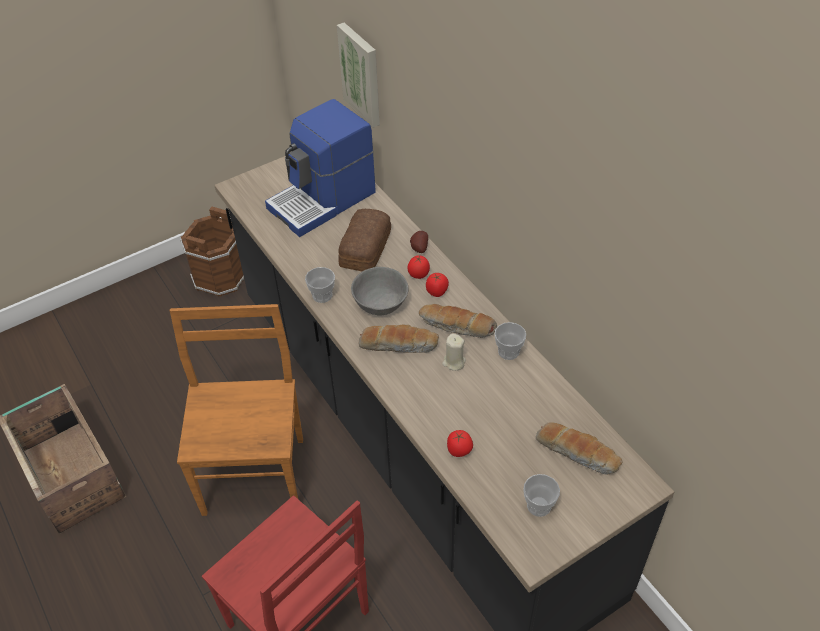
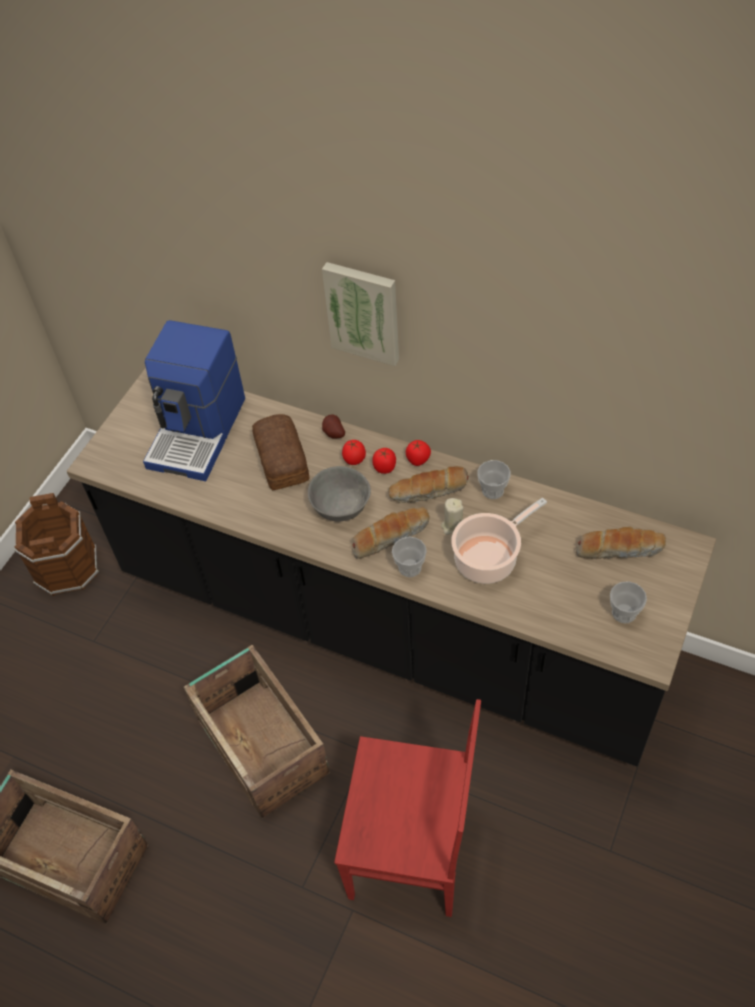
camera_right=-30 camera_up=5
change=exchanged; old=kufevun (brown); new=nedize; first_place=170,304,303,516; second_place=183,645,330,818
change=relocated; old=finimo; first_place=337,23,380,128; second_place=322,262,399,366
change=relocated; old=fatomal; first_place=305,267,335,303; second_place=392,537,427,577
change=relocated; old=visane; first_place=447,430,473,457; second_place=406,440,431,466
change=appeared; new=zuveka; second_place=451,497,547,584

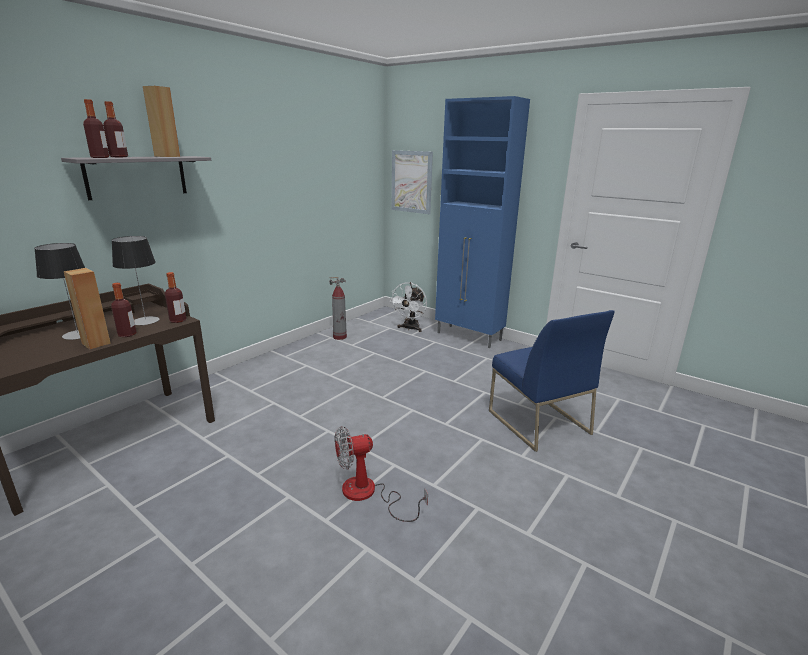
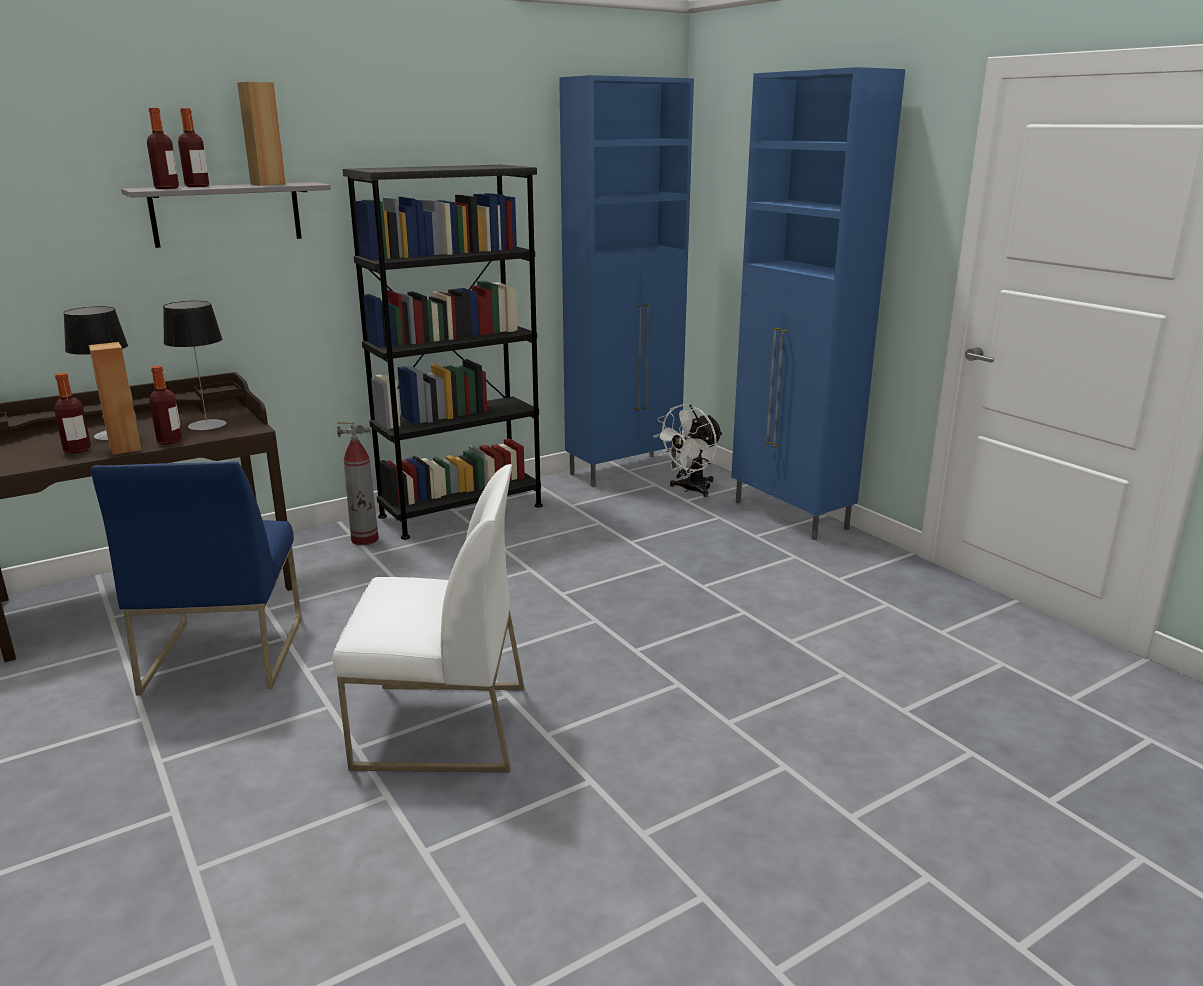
camera_right=20 camera_up=0
change=relocated; old=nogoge; first_place=165,272,186,323; second_place=54,373,91,453
change=relocated; old=kufevun (blue); first_place=489,310,615,452; second_place=90,461,302,696
change=exchanged; old=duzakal; new=kufevun (white); first_place=335,426,428,522; second_place=333,464,524,772
change=relocated; old=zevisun; first_place=330,277,347,340; second_place=337,421,379,545
change=appeared; new=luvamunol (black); second_place=343,165,543,540
change=appeared; new=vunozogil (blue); second_place=559,75,694,487
change=missing; old=finimo; first_place=392,150,433,214

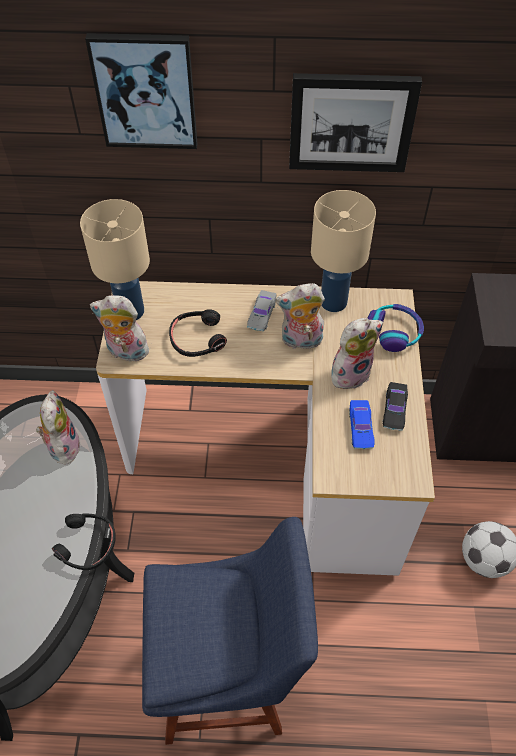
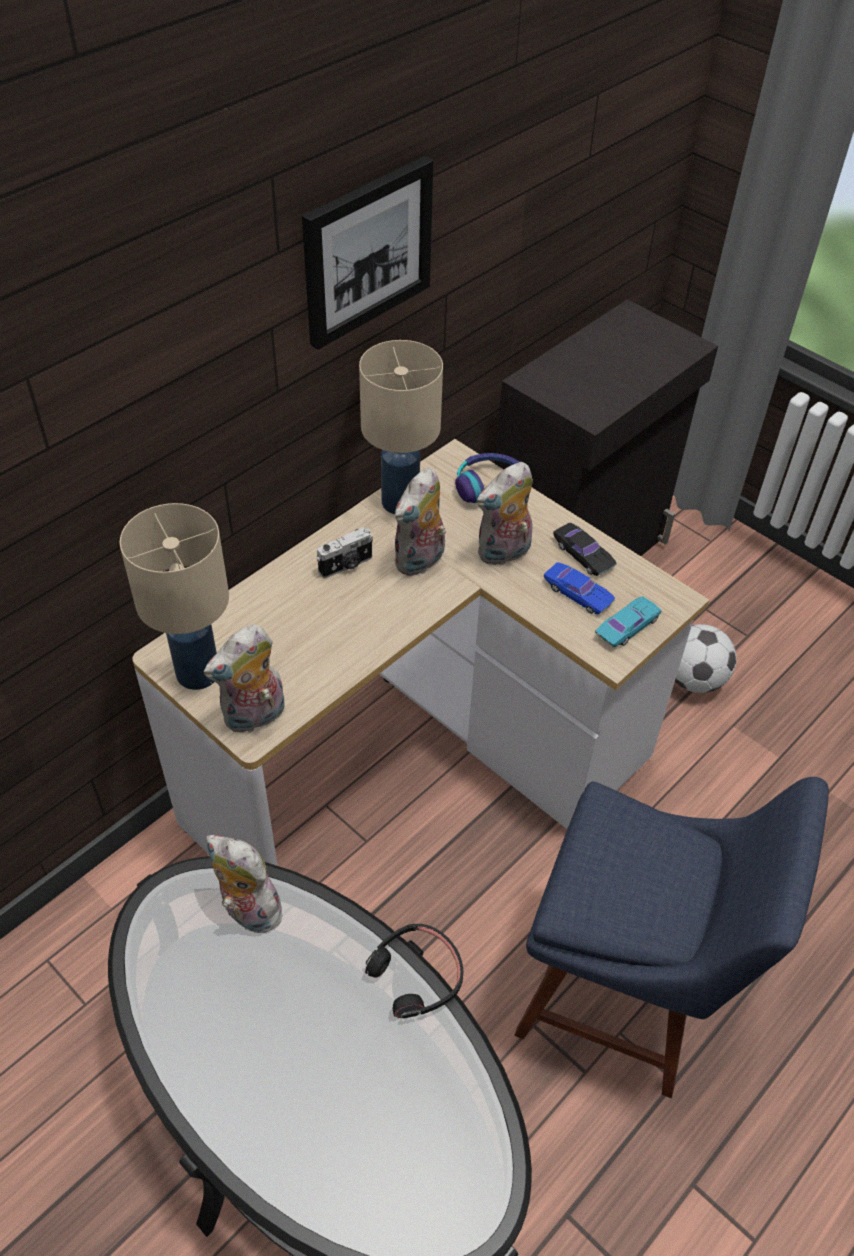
camera_right=-50 camera_up=-5
change=exchanged; old=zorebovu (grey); new=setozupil; first_place=247,290,277,331; second_place=317,527,373,578
change=spun; old=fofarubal; first_place=331,318,383,392; second_place=477,462,533,567; degrees=-135
change=spun; old=kufevun (blue); first_place=142,517,318,745; second_place=514,777,829,1098; degrees=75
change=appeared; new=zorebovu (turquoise); second_place=595,596,662,647
change=missing; old=finimo; first_place=85,33,197,149
change=missing; old=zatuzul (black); first_place=169,309,227,357

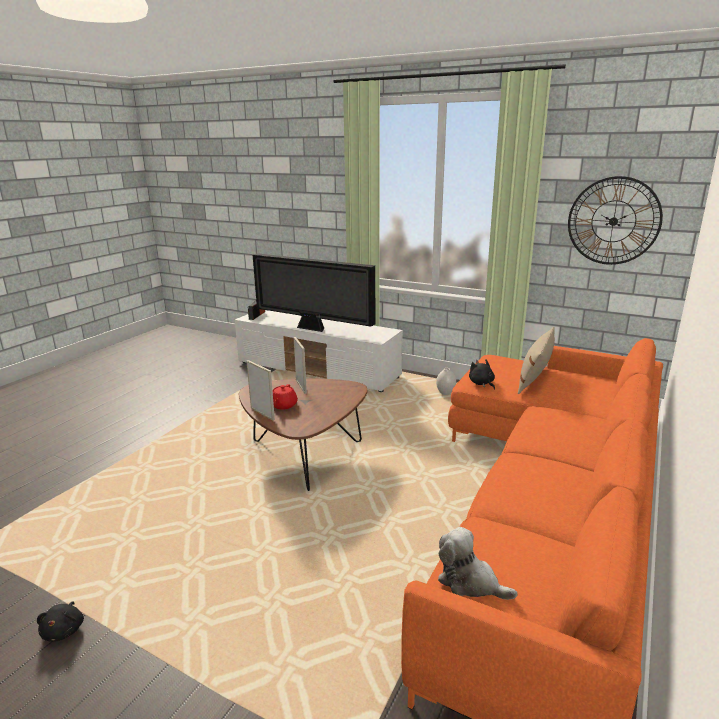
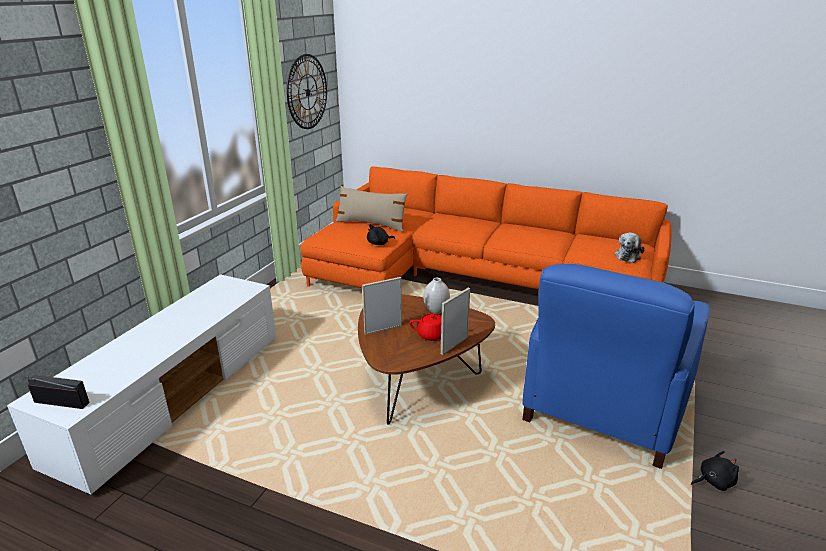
camera_right=-95 camera_up=5
change=relocated; old=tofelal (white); first_place=436,368,456,395; second_place=423,278,450,314
change=appeared; new=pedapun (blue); second_place=522,264,710,469
change=missing; old=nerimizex; first_place=253,253,375,332

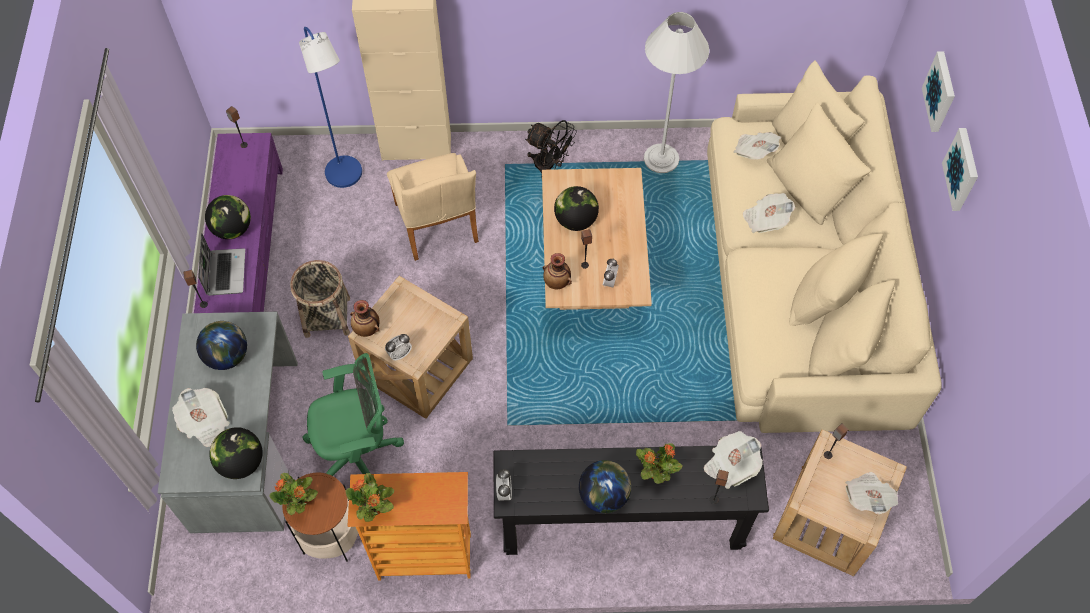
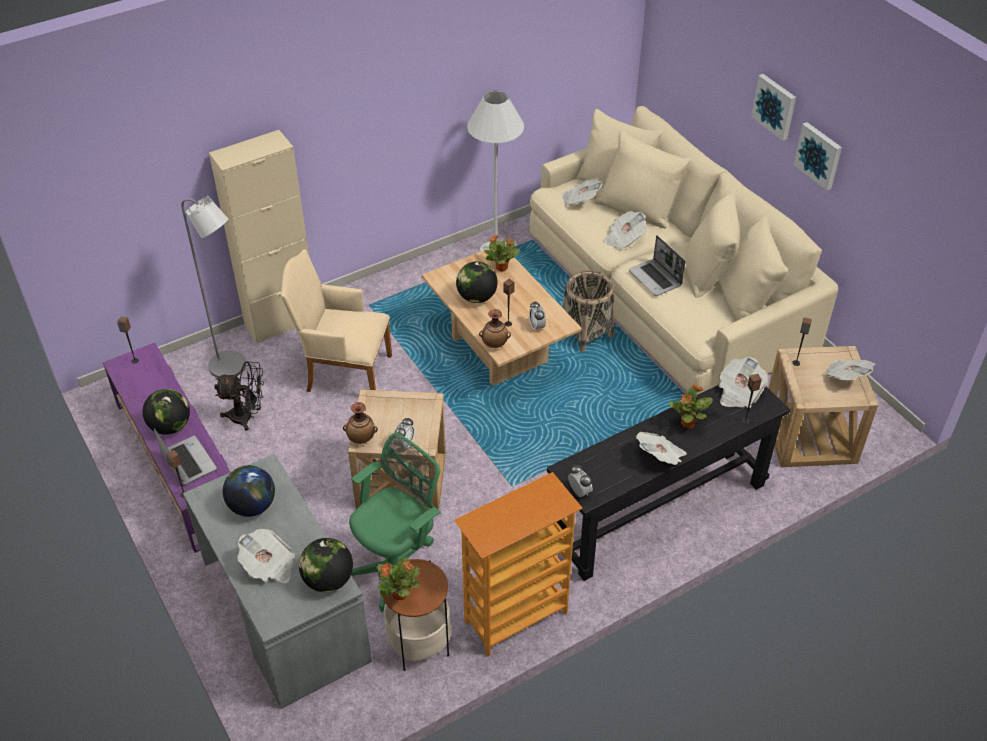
camera_right=-30 camera_up=-15
change=colour; old=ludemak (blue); new=ludemak (grey); first_place=299,27,362,188; second_place=181,196,246,378
change=relocated; old=duzakal (black); first_place=525,120,577,173; second_place=214,362,264,431
change=spun; old=pedapun (beige); first_place=387,153,479,261; second_place=281,249,392,392; degrees=150
change=relocated; old=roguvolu; first_place=346,473,394,522; second_place=484,235,520,271
change=relocated; old=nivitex; first_place=290,260,350,338; second_place=562,270,614,352
change=appeared; new=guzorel; second_place=628,236,685,296
change=exchanged; old=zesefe; new=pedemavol; first_place=579,460,631,513; second_place=636,432,687,465
change=relocated; old=finimo; first_place=922,51,955,132; second_place=793,122,842,191

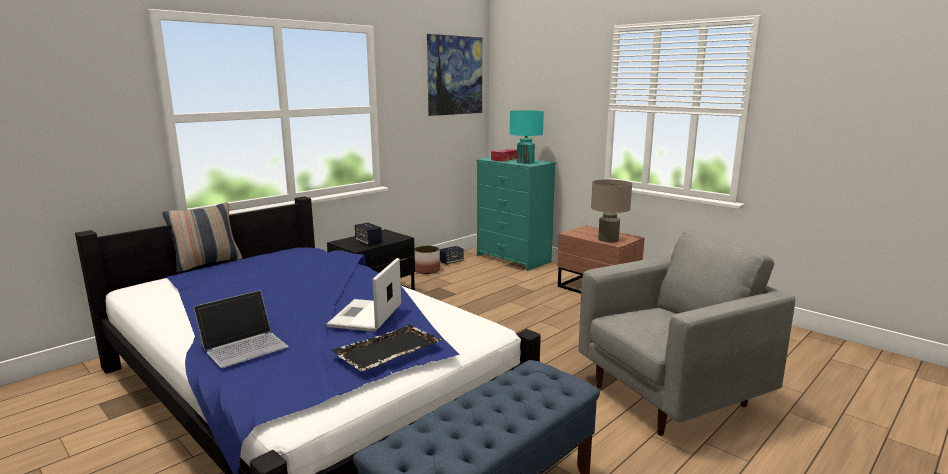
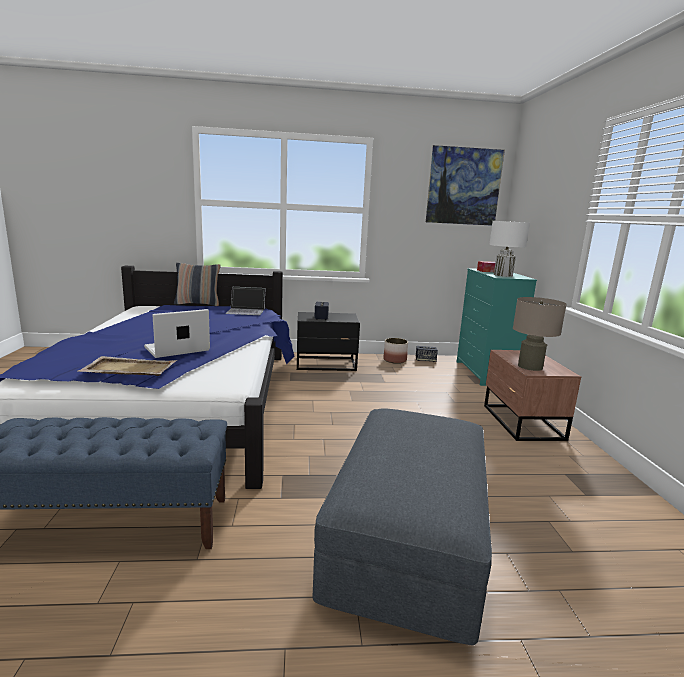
camera_right=40 camera_up=0
change=colour; old=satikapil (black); new=satikapil (beige); first_place=330,324,442,372; second_place=78,356,177,376
change=relocated; old=guzorel; first_place=193,290,288,368; second_place=226,287,266,315
change=exchanged; old=pedapun (grey); new=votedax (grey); first_place=578,230,795,436; second_place=313,408,492,645
change=colour; old=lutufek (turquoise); new=lutufek (white); first_place=510,110,544,164; second_place=489,221,530,277

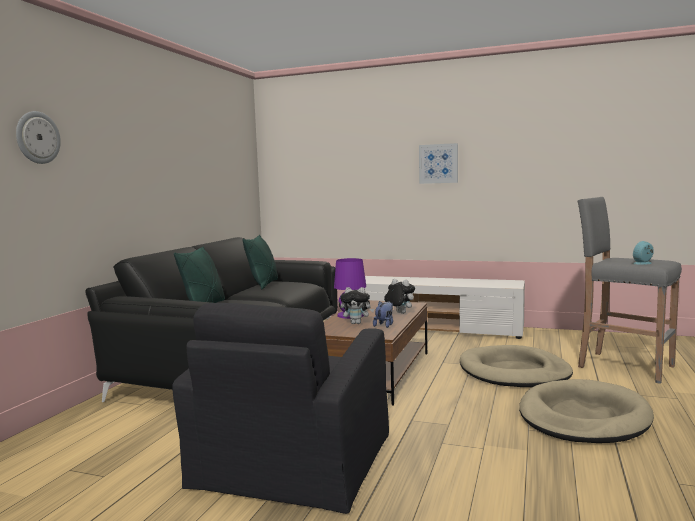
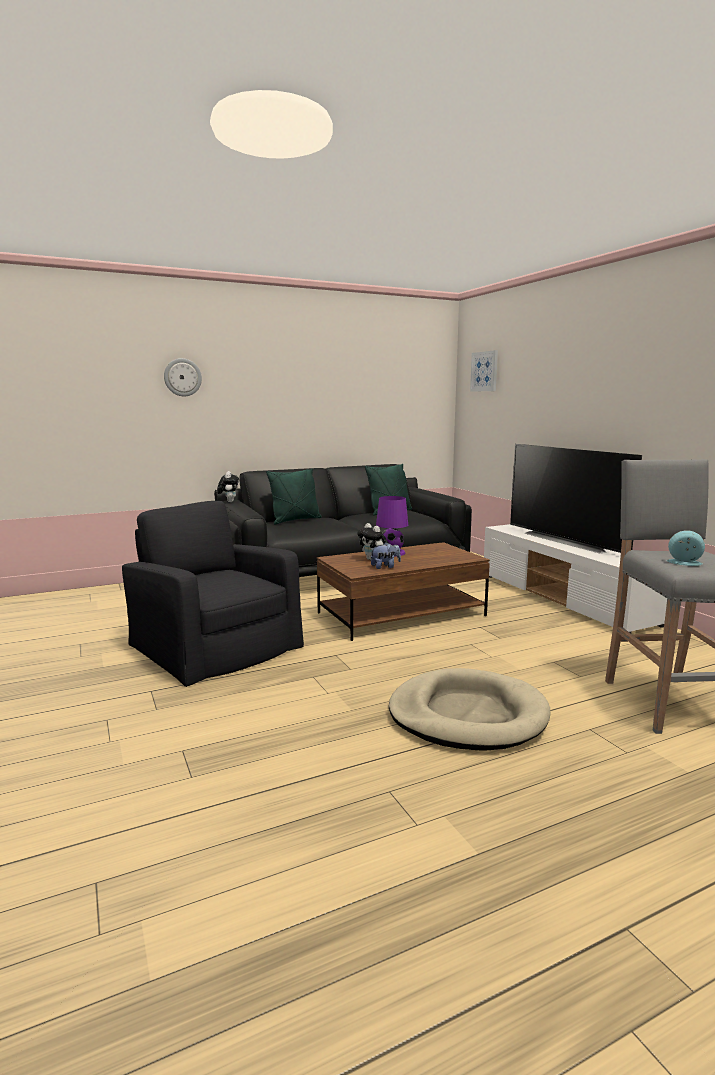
camera_right=45 camera_up=5
change=spun; old=pedapun (black); first_place=172,303,389,514; second_place=122,501,304,687; degrees=75
change=relocated; old=fofarubal; first_place=384,279,415,314; second_place=217,471,239,502
change=relocated; old=finimo; first_place=419,143,458,184; second_place=470,350,498,392
change=appeared; new=nerimizex; second_place=510,444,642,554
change=missing; old=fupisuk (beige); first_place=460,345,573,387

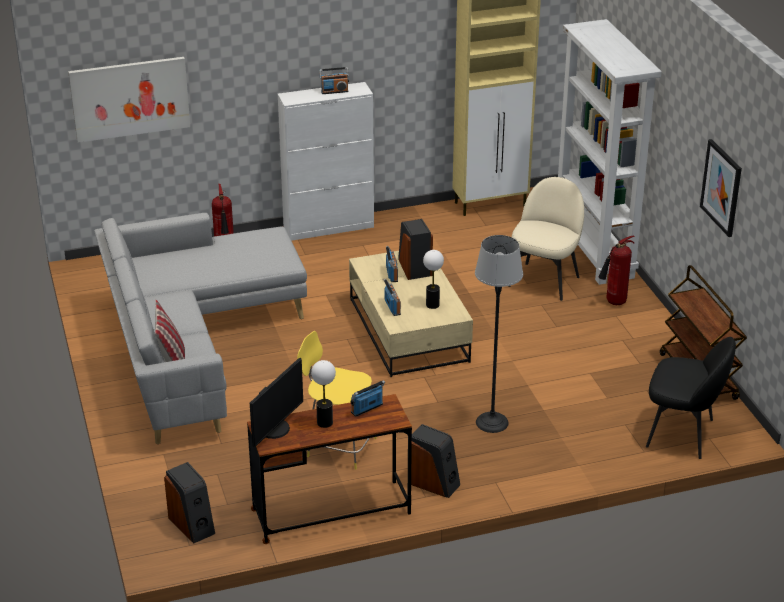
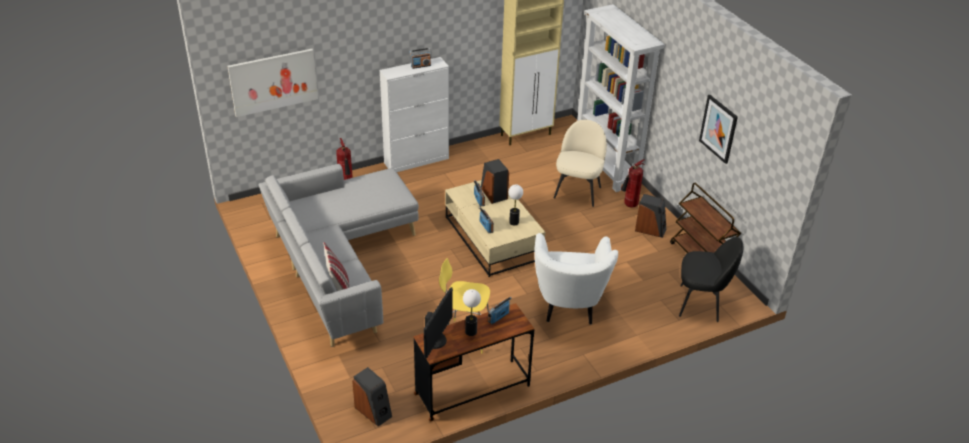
camera_right=-10 camera_up=5
change=exchanged; old=ludemak; new=pedapun (white); first_place=475,235,523,433; second_place=534,233,618,324
change=relocated; old=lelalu; first_place=411,424,460,498; second_place=635,194,666,238

